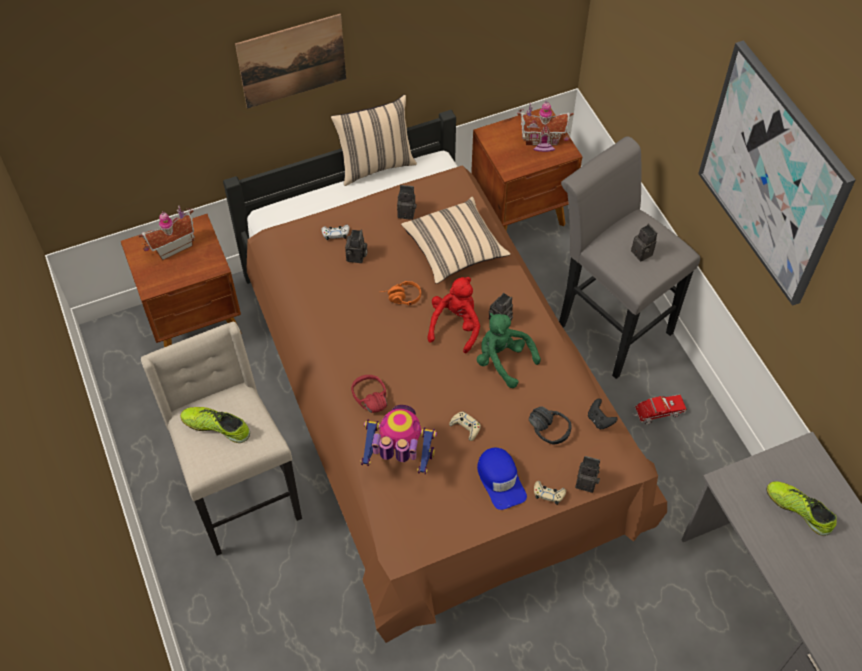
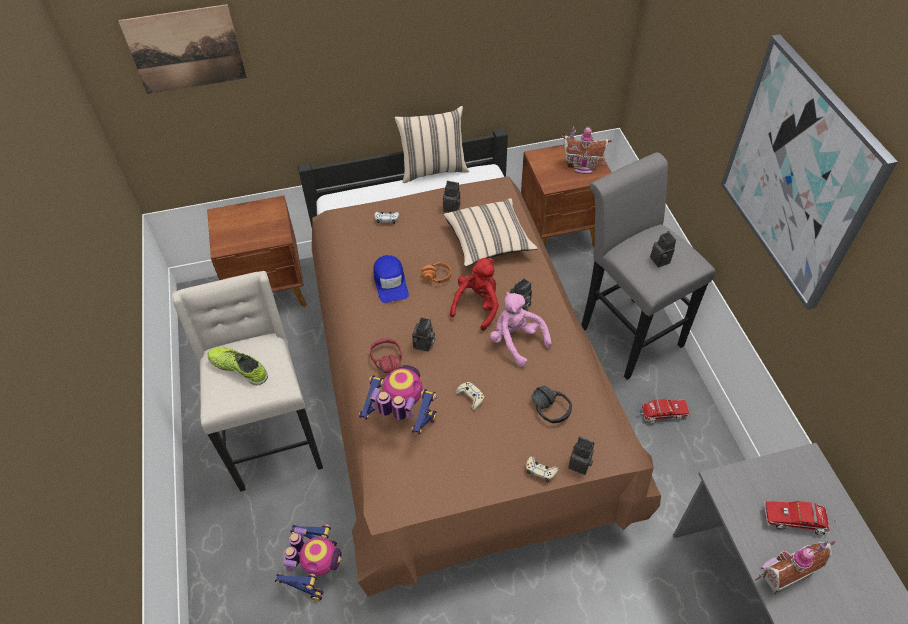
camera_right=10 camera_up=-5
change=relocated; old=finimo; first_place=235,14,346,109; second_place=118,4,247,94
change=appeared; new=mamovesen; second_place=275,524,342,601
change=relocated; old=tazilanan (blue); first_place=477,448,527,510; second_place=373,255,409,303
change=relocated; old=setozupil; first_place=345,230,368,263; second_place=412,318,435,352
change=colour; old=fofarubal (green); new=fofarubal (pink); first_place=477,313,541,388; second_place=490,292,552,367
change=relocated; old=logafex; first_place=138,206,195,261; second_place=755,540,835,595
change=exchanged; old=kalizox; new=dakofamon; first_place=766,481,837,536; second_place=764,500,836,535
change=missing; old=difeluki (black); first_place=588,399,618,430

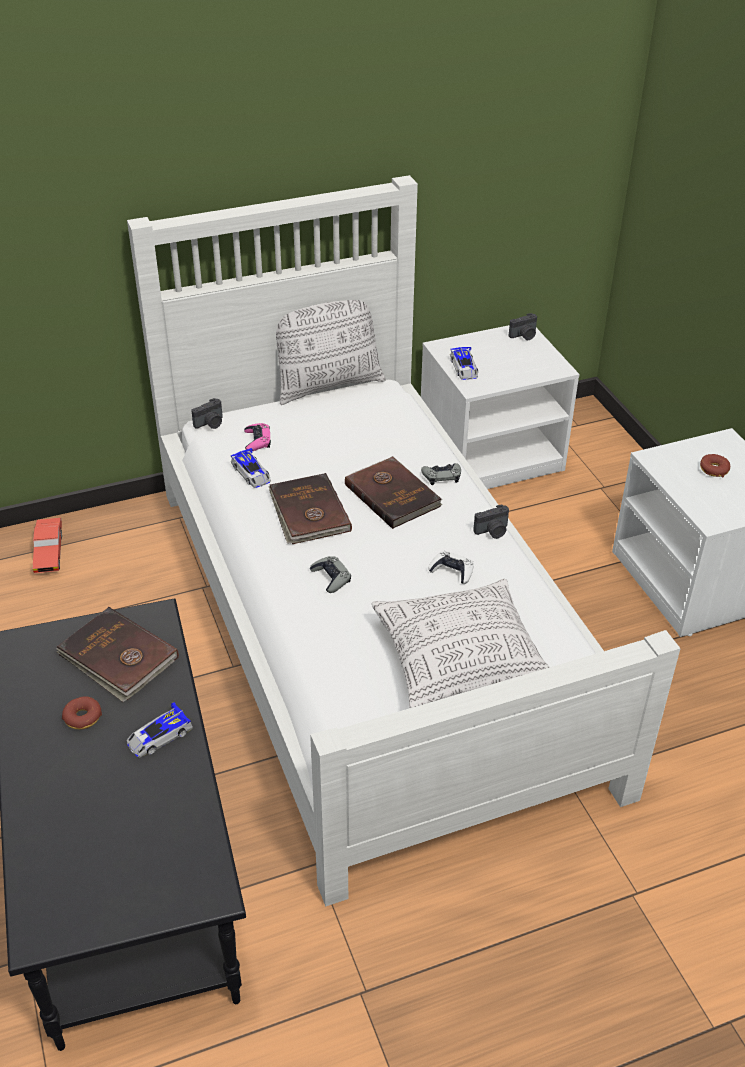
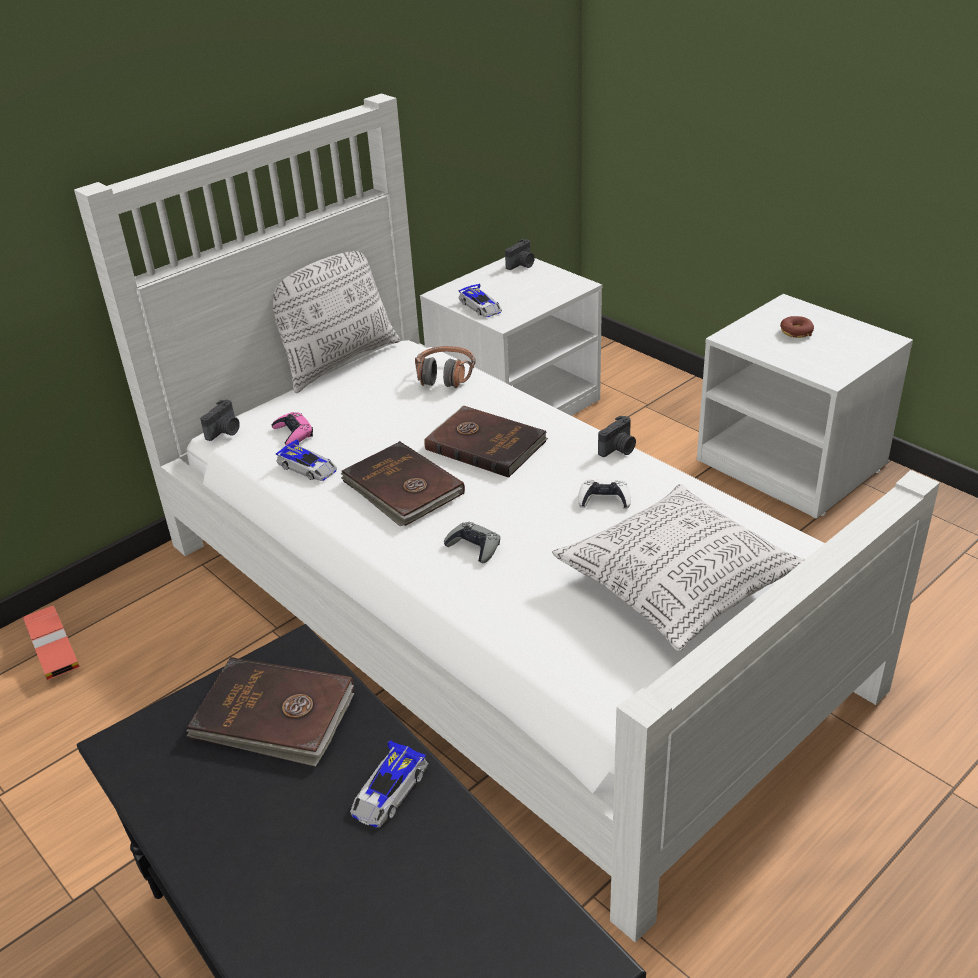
camera_right=-20 camera_up=-5
change=appeared; new=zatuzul; second_place=415,346,476,388
change=missing; old=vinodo; first_place=62,696,102,730
change=missing; old=difeluki (grey); first_place=421,463,461,485

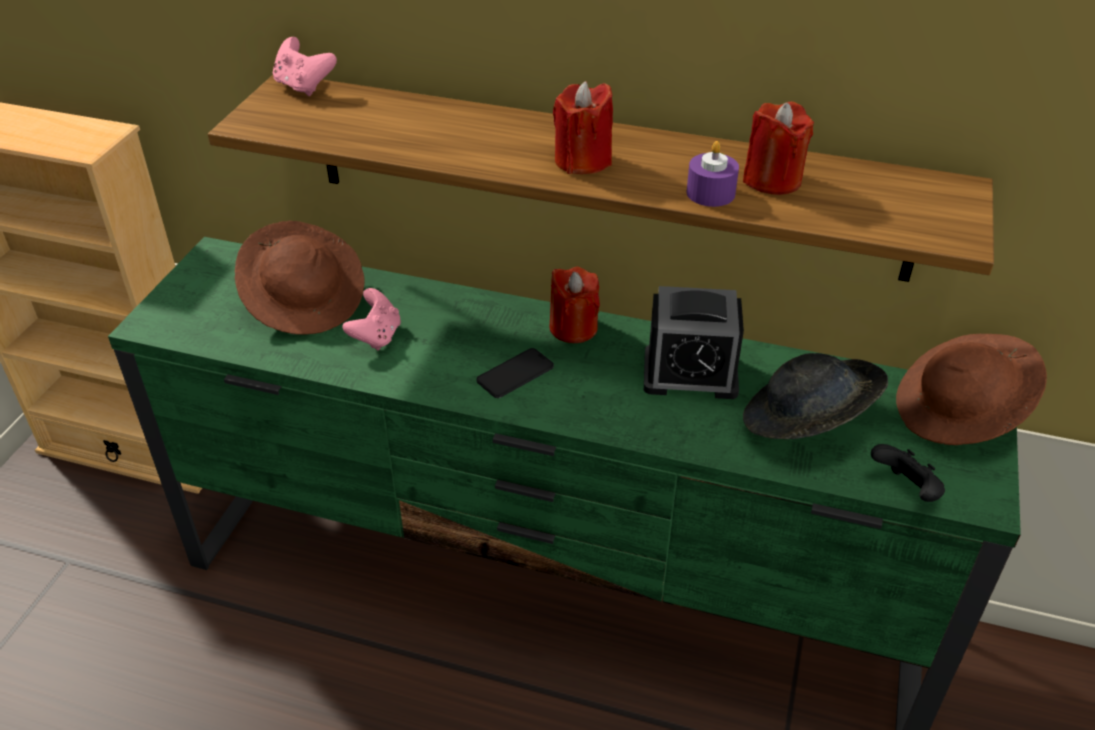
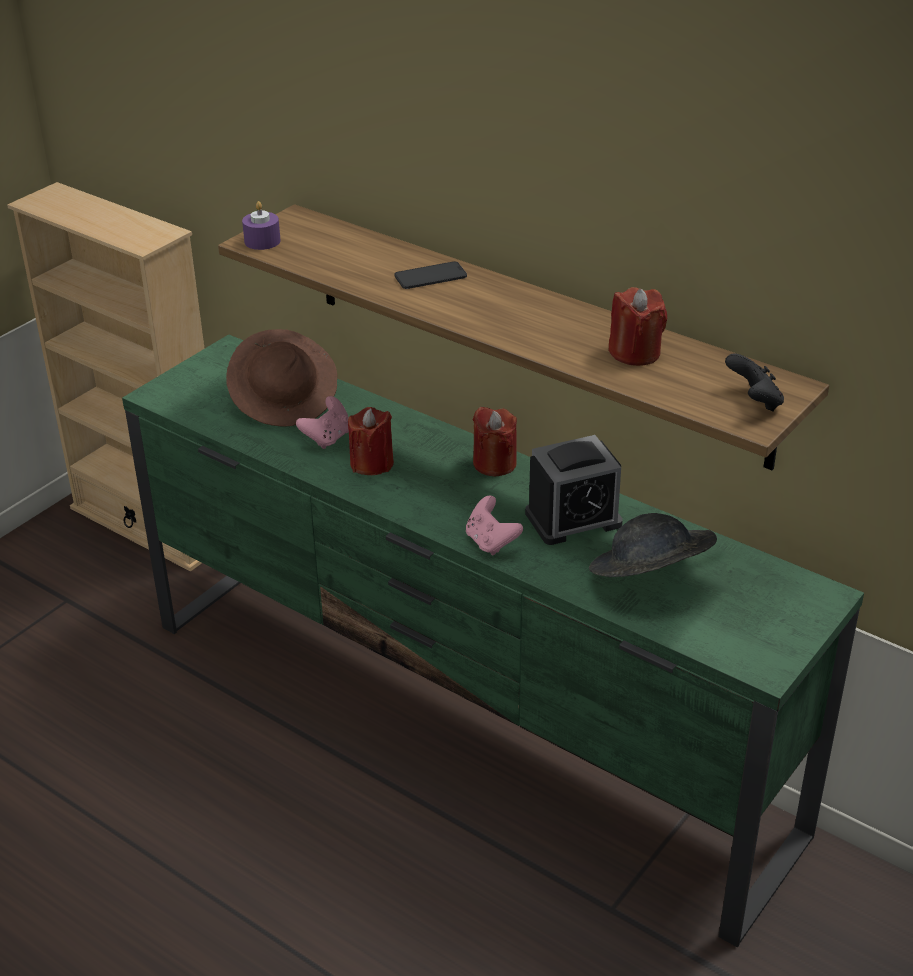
camera_right=20 camera_up=-5
change=relocated; old=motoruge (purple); first_place=687,141,739,207; second_place=242,201,281,250
change=relocated; old=motoruge (red); first_place=553,81,613,174; second_place=348,407,394,475
change=relocated; old=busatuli; first_place=476,348,554,398; second_place=394,262,467,289
change=relocated; old=difeluki (pink); first_place=273,37,337,96; second_place=466,495,523,556
change=spun; old=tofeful; first_place=644,286,744,399; second_place=525,435,623,545; degrees=-45
change=relocated; old=difeluki (black); first_place=871,444,945,502; second_place=725,353,784,411
change=missing; old=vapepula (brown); first_place=896,334,1047,445

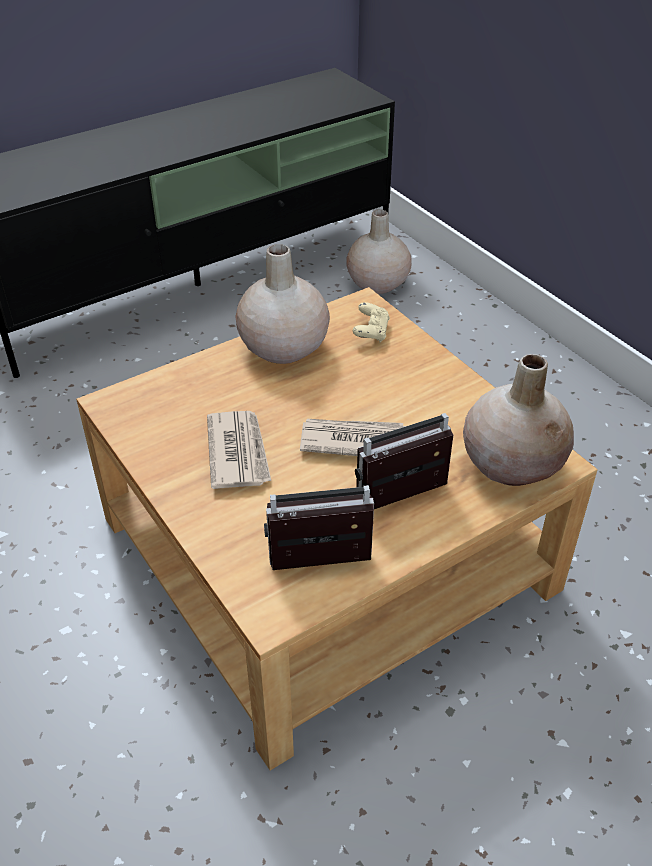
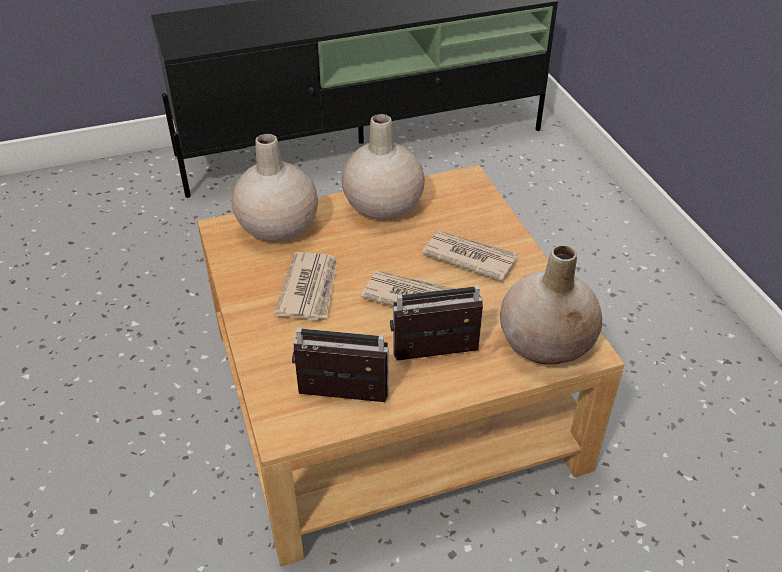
camera_right=15 camera_up=0
change=relocated; old=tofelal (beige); first_place=347,209,412,294; second_place=232,134,318,242
change=appeared; new=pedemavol; second_place=422,231,518,281
change=missing; old=difeluki (beige); first_place=353,302,390,342

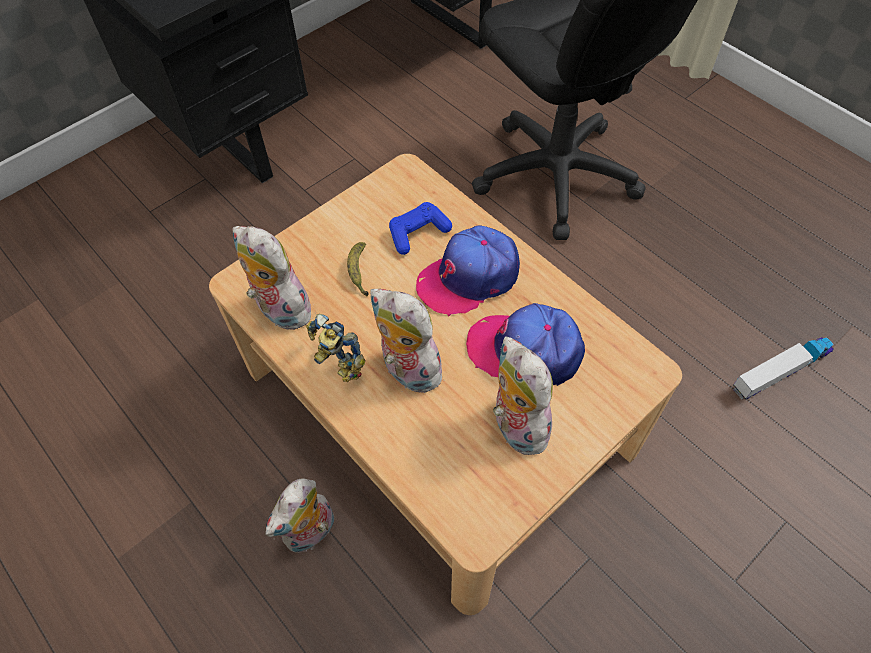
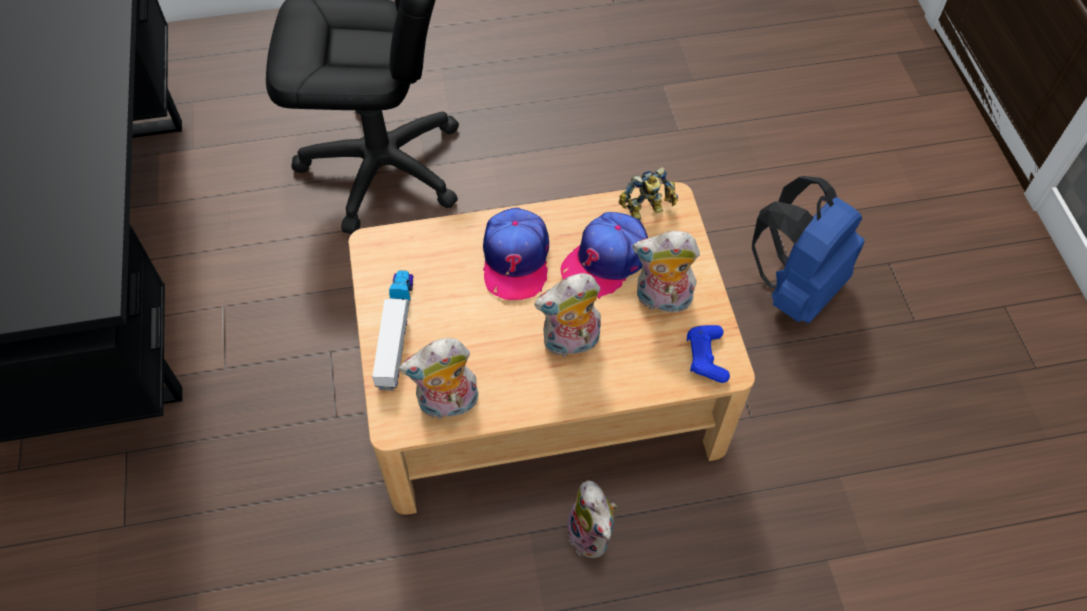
camera_right=-60 camera_up=0
change=relocated; old=dakofamon; first_place=733,337,834,400; second_place=372,270,414,391
change=relocated; old=mamovesen; first_place=306,314,365,382; second_place=618,167,678,220
change=relocated; old=difeluki (blue); first_place=389,202,452,255; second_place=687,325,730,383
change=appeared; new=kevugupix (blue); second_place=752,176,865,323
change=missing; old=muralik; first_place=347,242,369,296

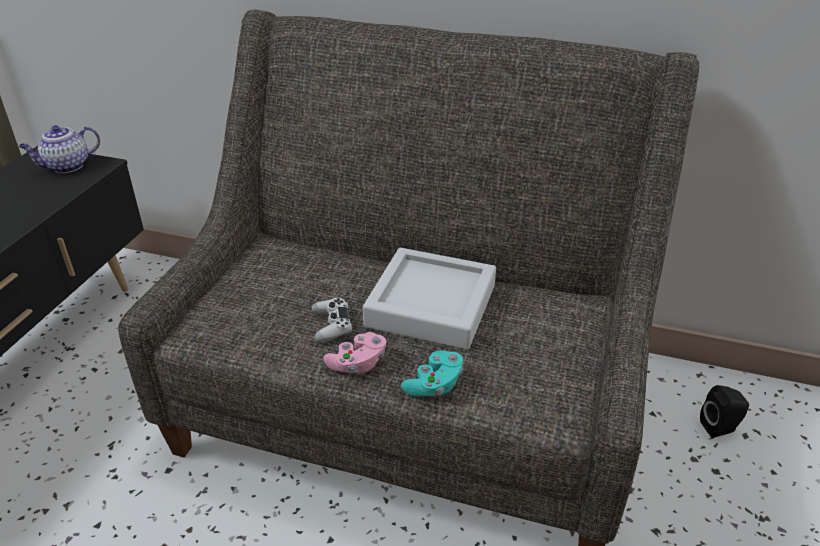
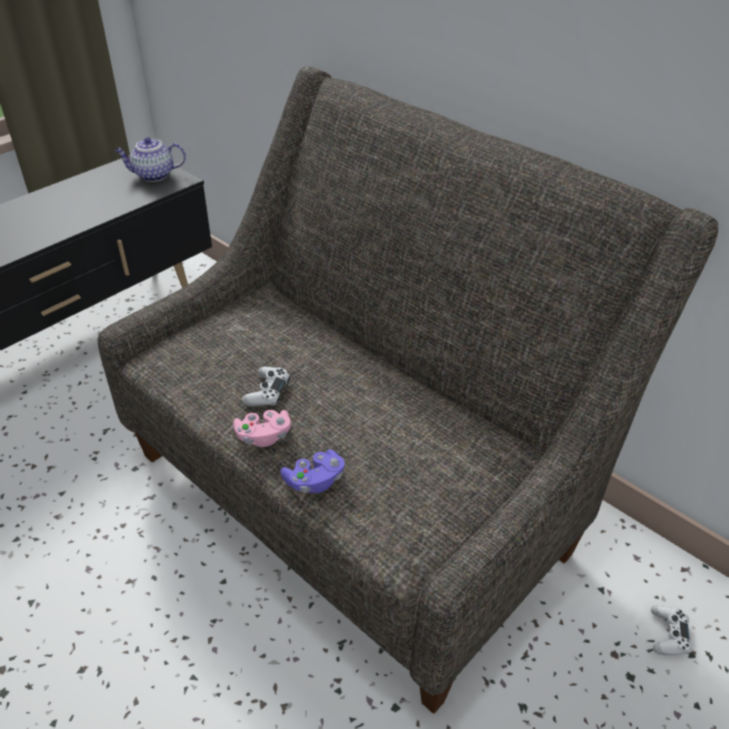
camera_right=25 camera_up=5
change=colour; old=difeluki (turquoise); new=difeluki (purple); first_place=401,350,464,396; second_place=280,450,345,493
change=exchanged; old=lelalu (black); new=difeluki (white); first_place=700,385,749,438; second_place=651,605,692,655
change=missing; old=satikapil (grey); first_place=363,248,496,350

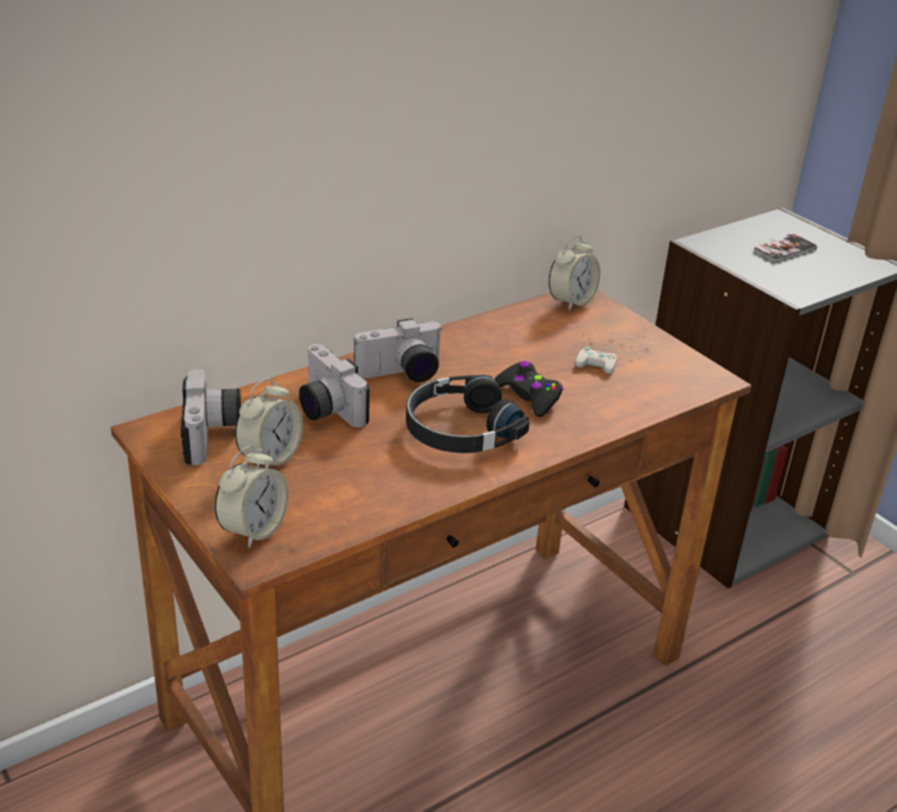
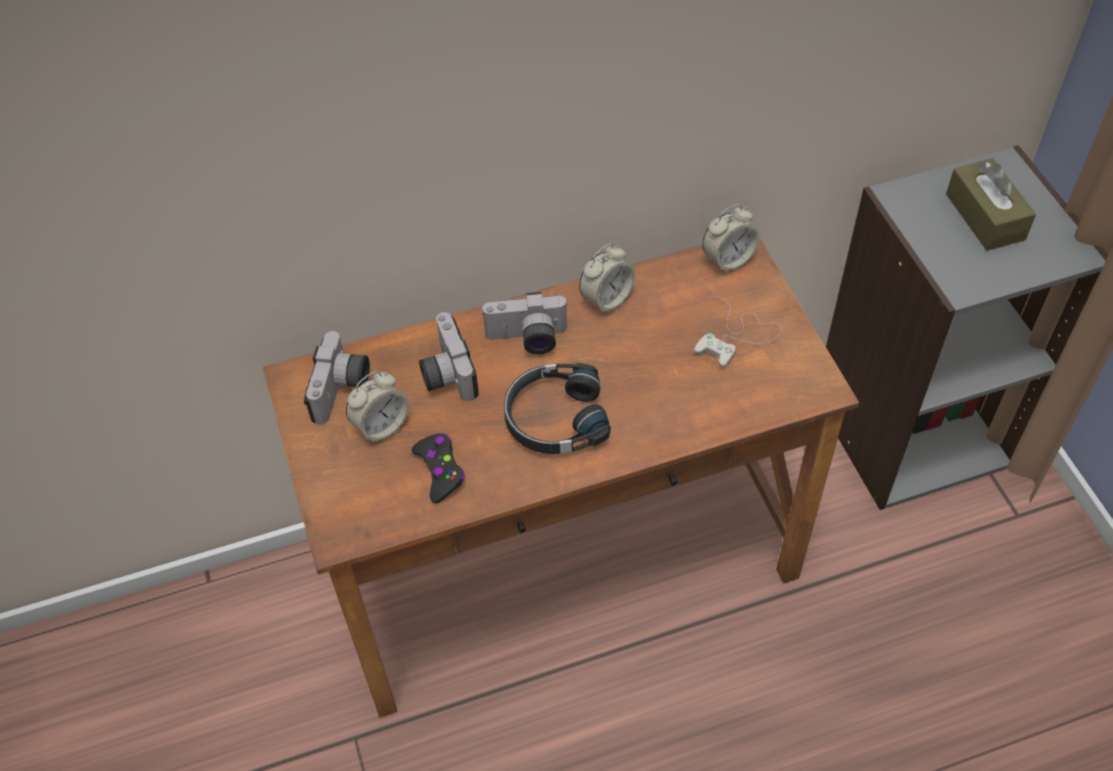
camera_right=20 camera_up=20
change=relocated; old=difeluki (black); first_place=494,361,563,417; second_place=412,433,465,503
change=relocated; old=tofeful; first_place=215,445,288,548; second_place=579,243,635,315
change=exchanged; old=busatuli; new=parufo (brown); first_place=754,234,817,262; second_place=946,158,1036,251

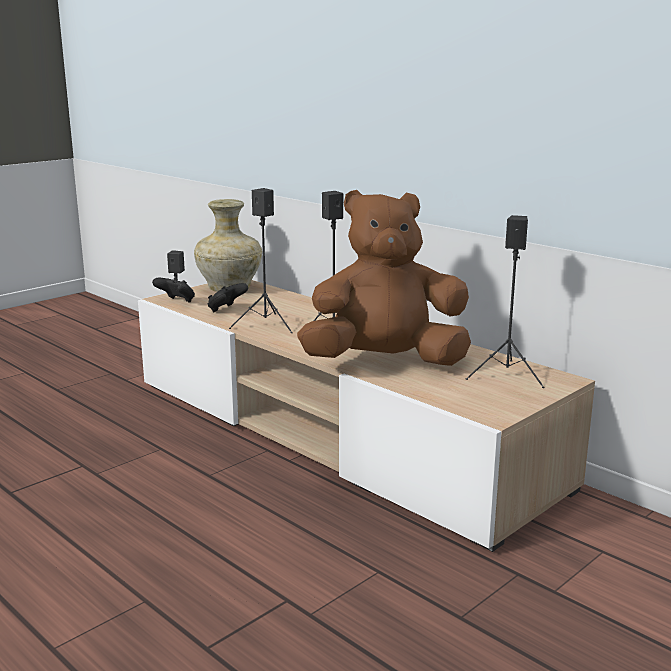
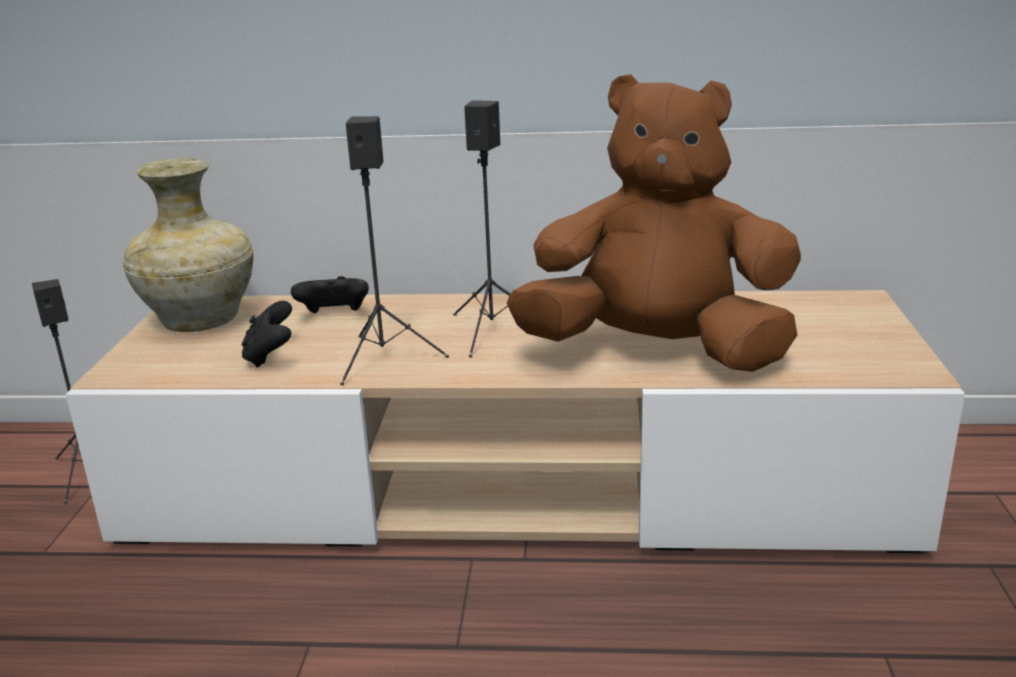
camera_right=-40 camera_up=5
change=relocated; old=difeluki (black); first_place=152,278,195,303; second_place=291,276,369,313
change=spun; old=fofarubal (brown); first_place=297,190,471,366; second_place=507,74,801,372; degrees=60
change=missing; old=lelalu (black); first_place=466,215,545,388

